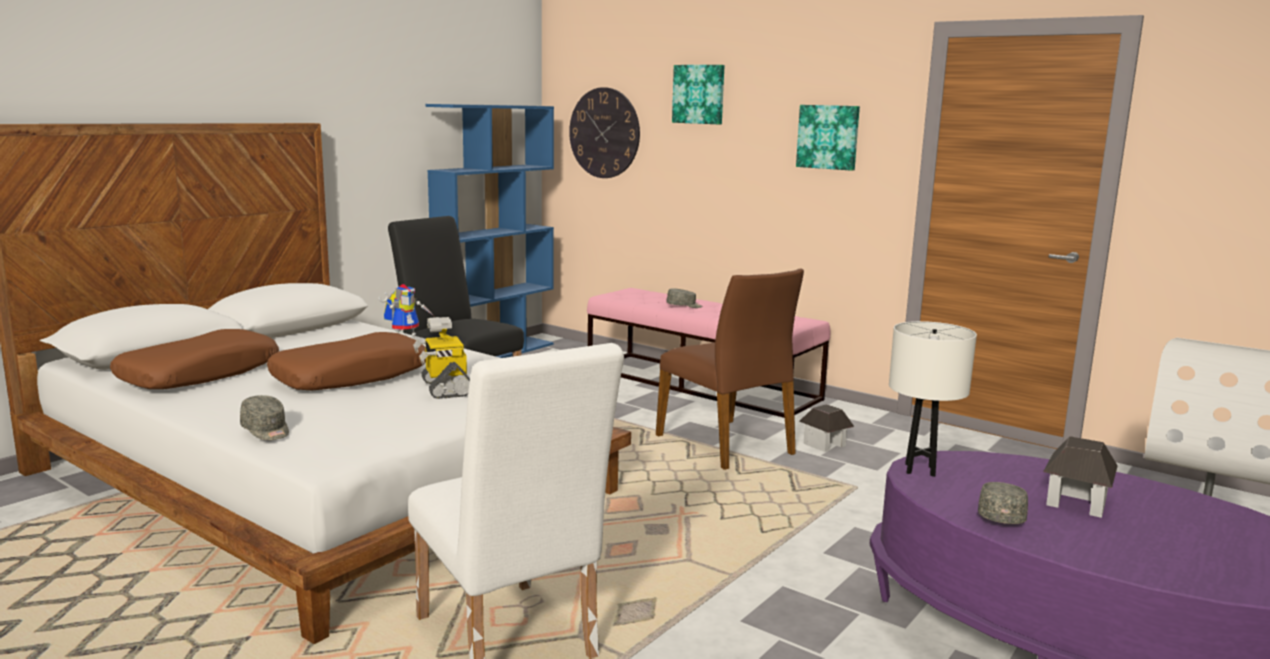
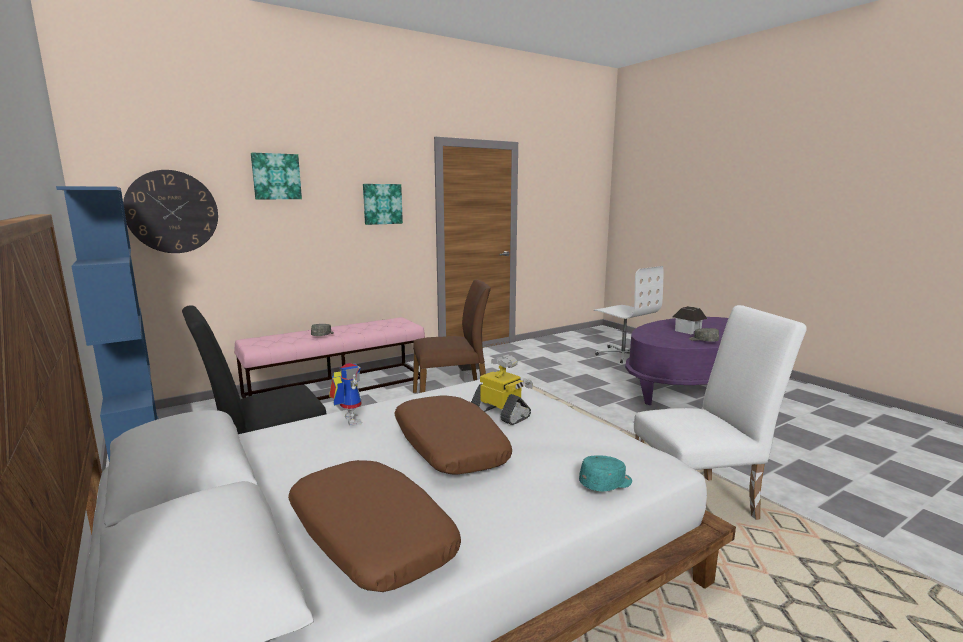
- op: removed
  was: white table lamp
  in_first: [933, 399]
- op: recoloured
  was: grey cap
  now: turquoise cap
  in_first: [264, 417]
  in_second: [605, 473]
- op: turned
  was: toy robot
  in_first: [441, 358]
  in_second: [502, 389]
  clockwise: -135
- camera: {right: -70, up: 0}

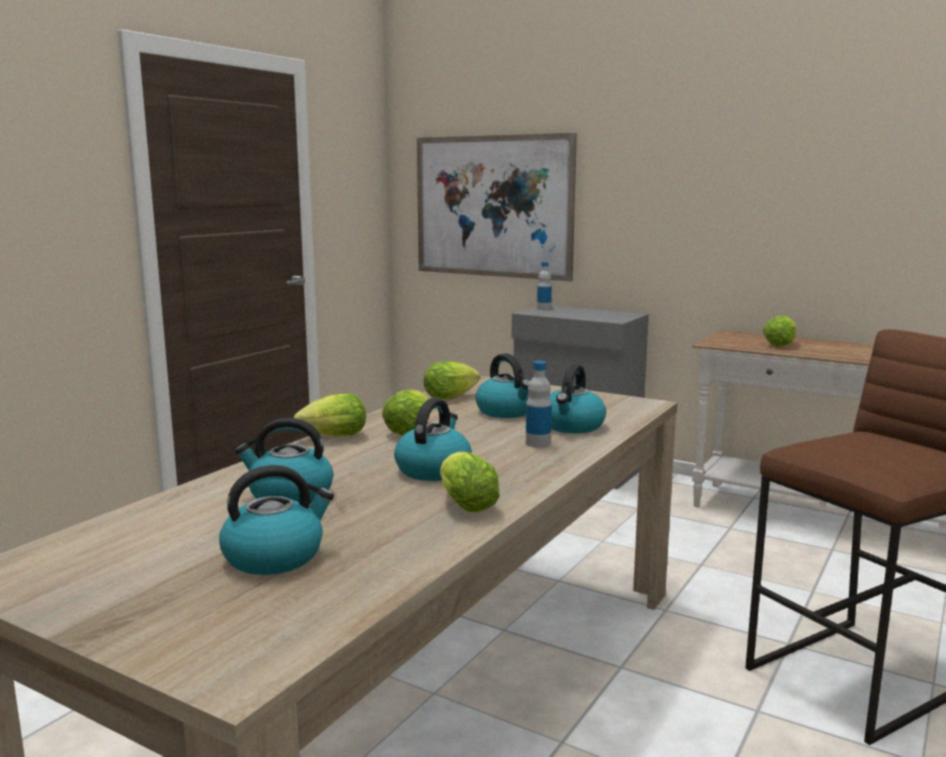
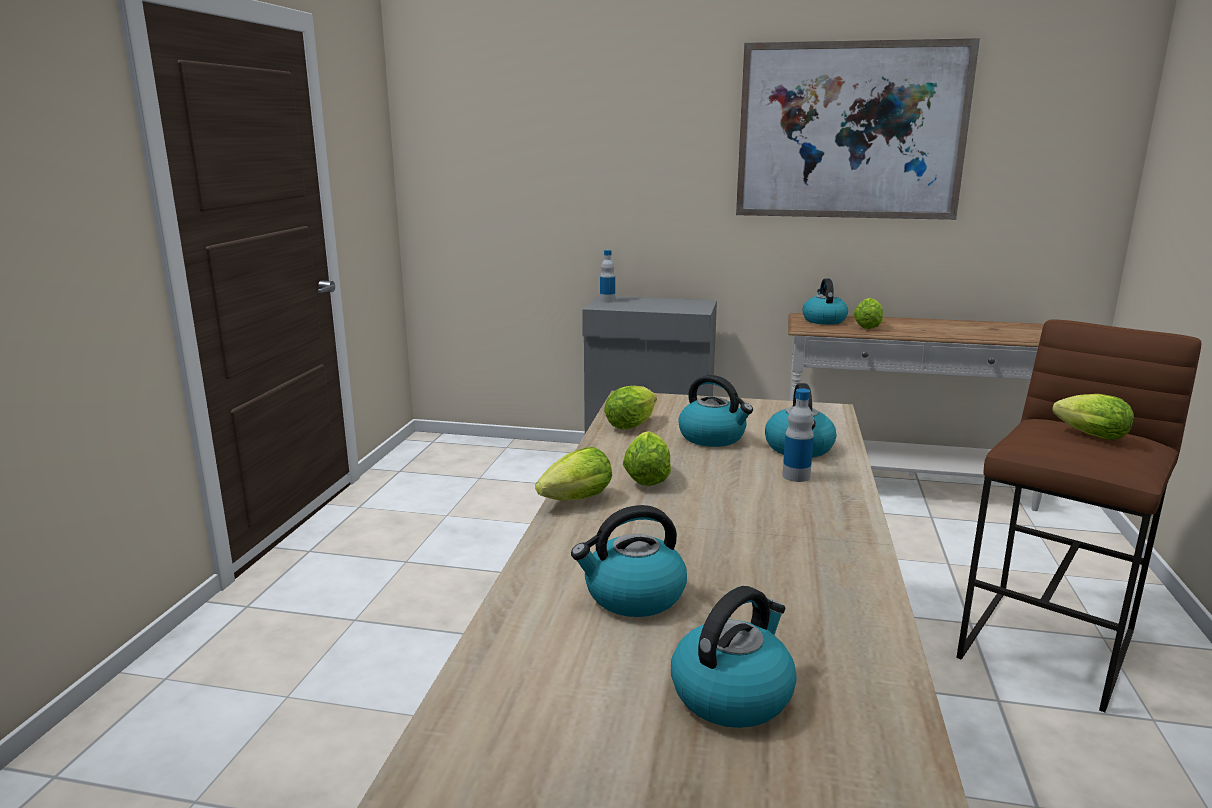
- op: moved
  was: kettle
  in_first: [433, 439]
  in_second: [825, 301]
- op: moved
  was: picture
  in_first: [497, 207]
  in_second: [858, 129]
- op: moved
  was: lettuce
  in_first: [470, 482]
  in_second: [1093, 417]
- camera: {right: -20, up: 5}

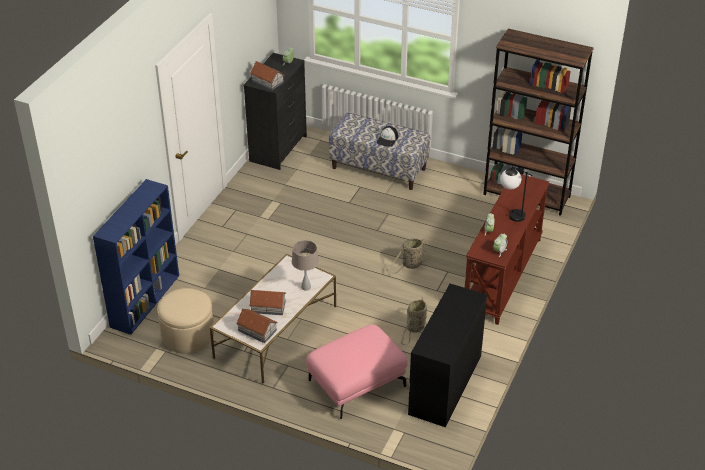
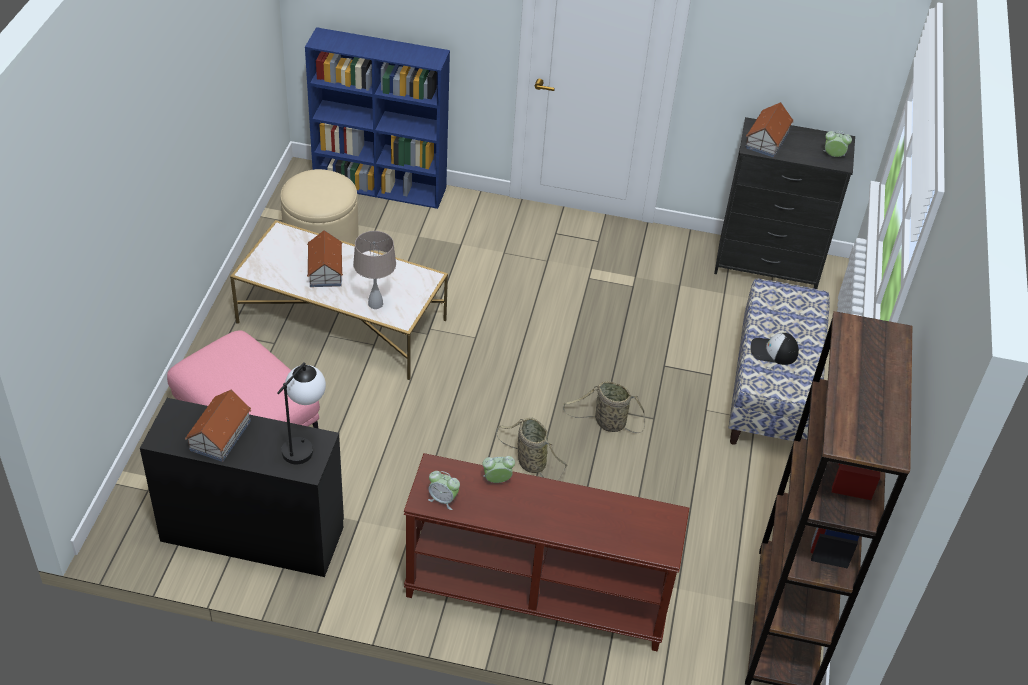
- op: moved
  was: toy house
  in_first: [257, 326]
  in_second: [218, 426]
- op: moved
  was: basket
  in_first: [414, 321]
  in_second: [604, 407]
- op: moved
  was: table lamp
  in_first: [516, 194]
  in_second: [301, 413]
- camera: {right: 75, up: 5}

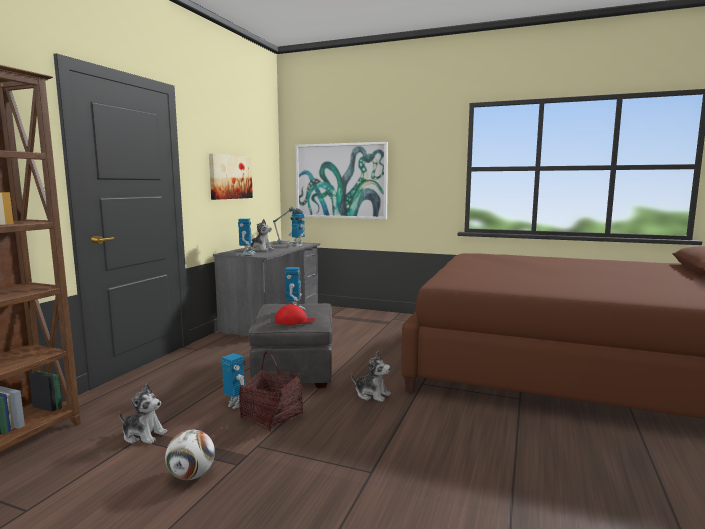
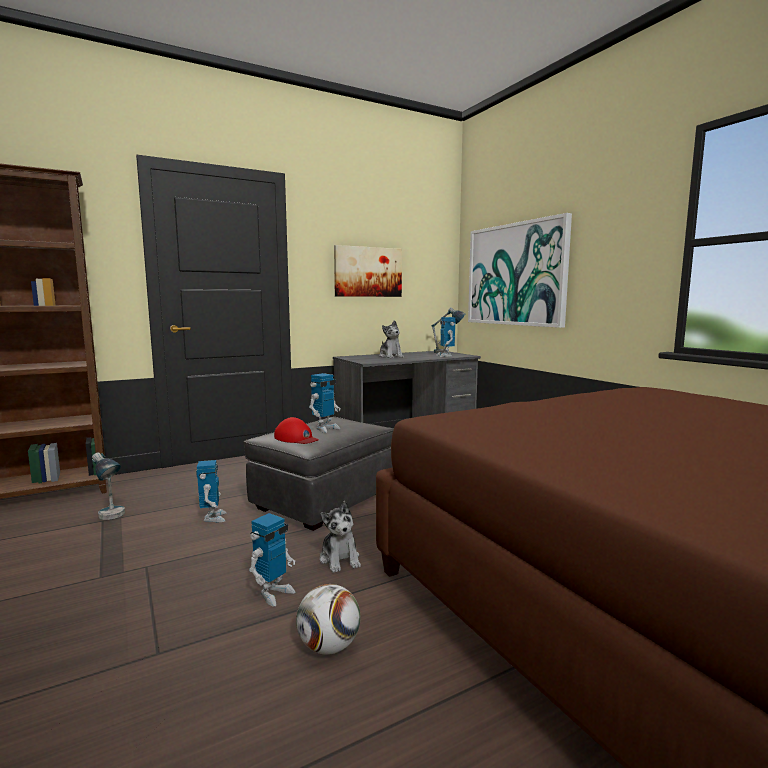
- op: removed
  was: basket
  in_first: [271, 392]
- op: moved
  was: football
  in_first: [190, 455]
  in_second: [328, 619]
- op: moved
  was: toy robot
  in_first: [246, 236]
  in_second: [272, 559]
- op: replaced
  was: plush toy
  now: table lamp
  in_first: [143, 413]
  in_second: [108, 486]
- camera: {right: 40, up: 0}

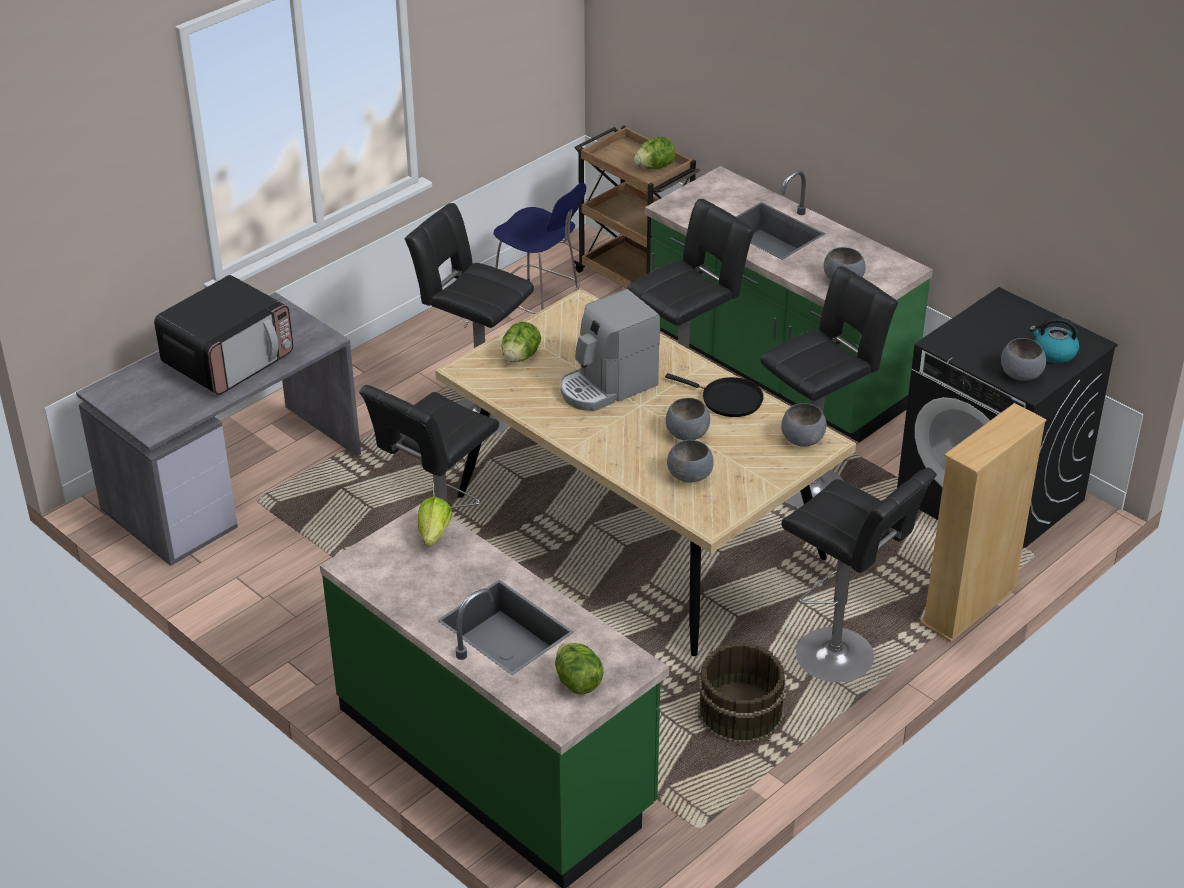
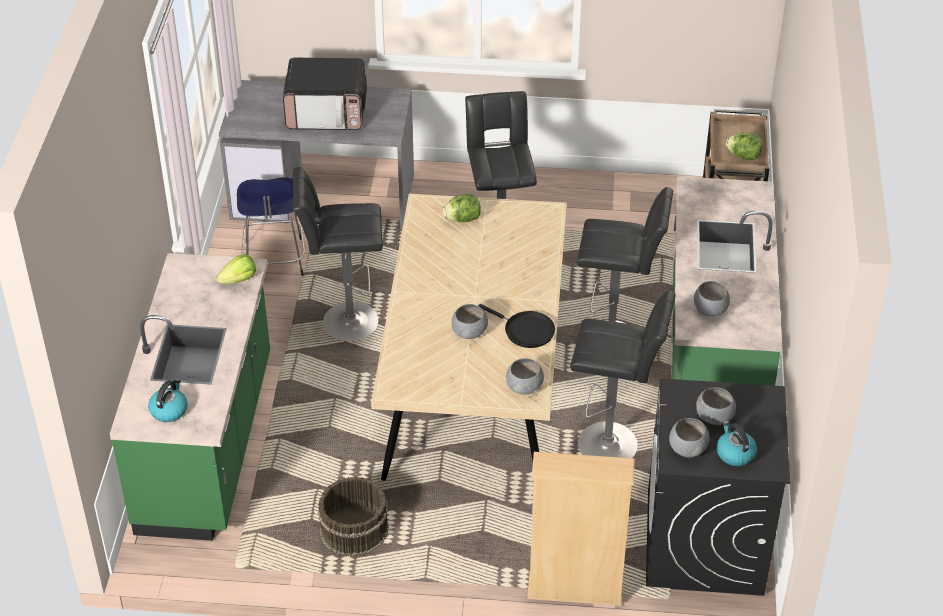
- op: removed
  was: coffee machine
  in_first: [610, 350]
- op: removed
  was: black stool
  in_first: [859, 575]
- op: moved
  was: blue stool
  in_first: [539, 248]
  in_second: [271, 226]
- op: moved
  was: grey bowl
  in_first: [690, 461]
  in_second: [716, 406]
- op: replaced
  was: lettuce
  now: kettle
  in_first: [579, 668]
  in_second: [168, 400]
- op: turned
  was: black frying pan
  in_first: [714, 395]
  in_second: [516, 326]
  clockwise: -45
- camera: {right: 50, up: 5}

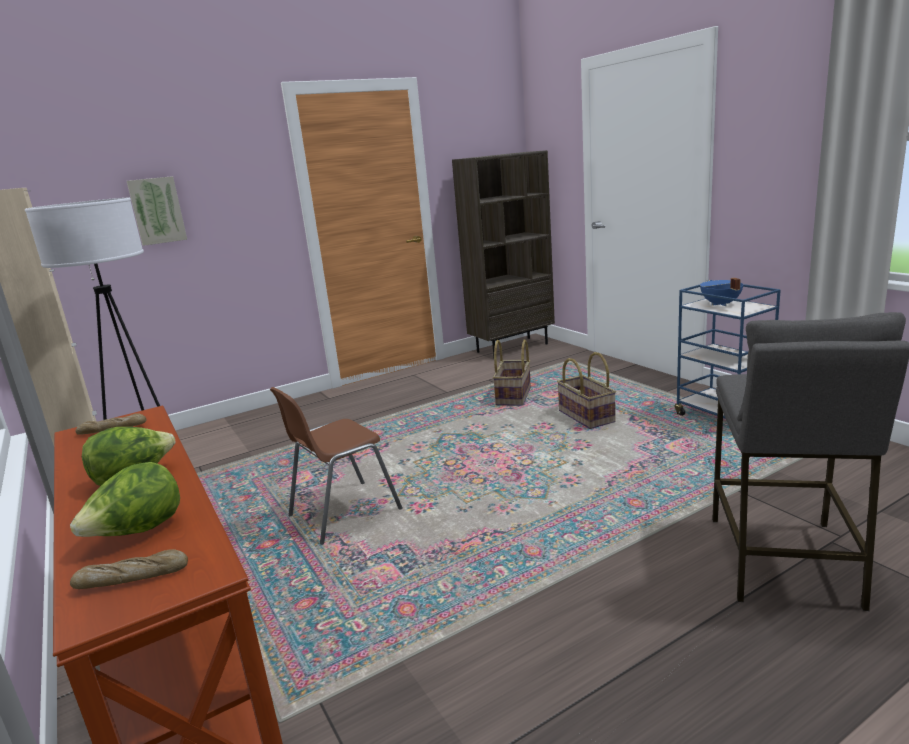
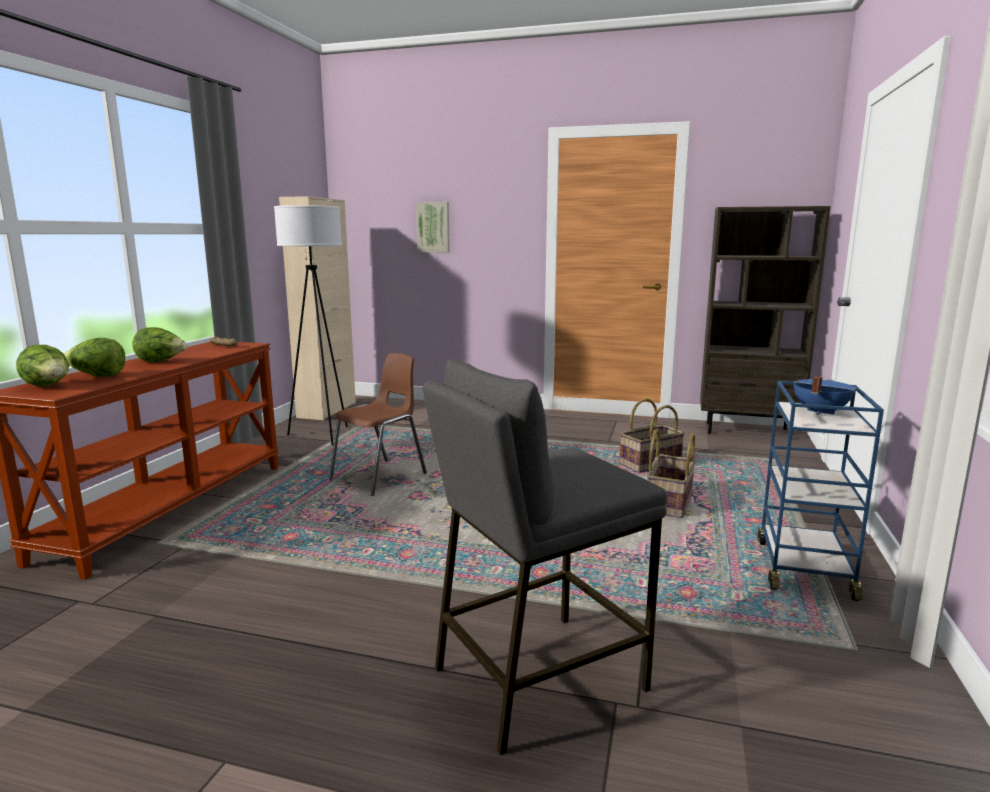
- op: replaced
  was: bread
  now: lettuce
  in_first: [129, 569]
  in_second: [42, 365]
- op: turned
  was: brown chair
  in_first: [336, 466]
  in_second: [378, 424]
  clockwise: 120
- camera: {right: 45, up: -5}

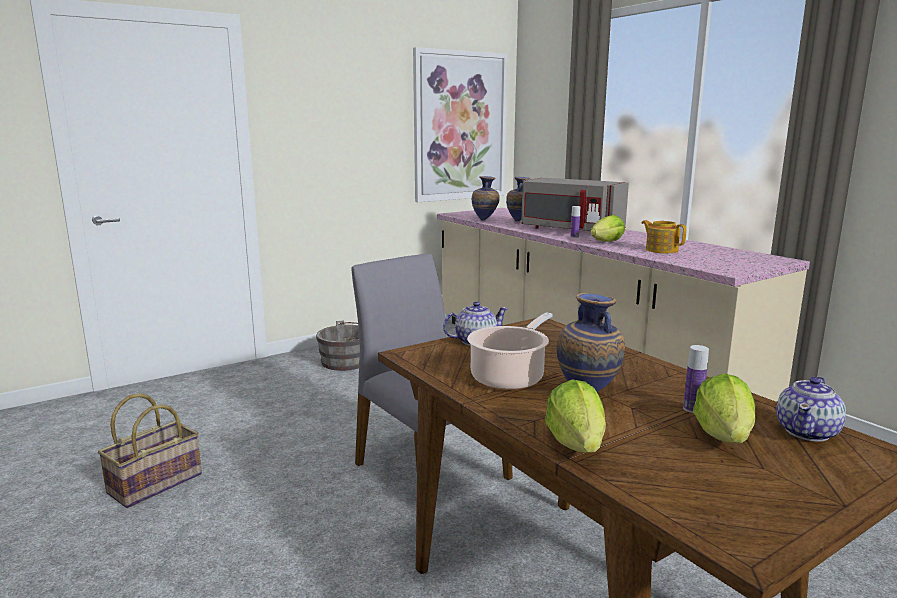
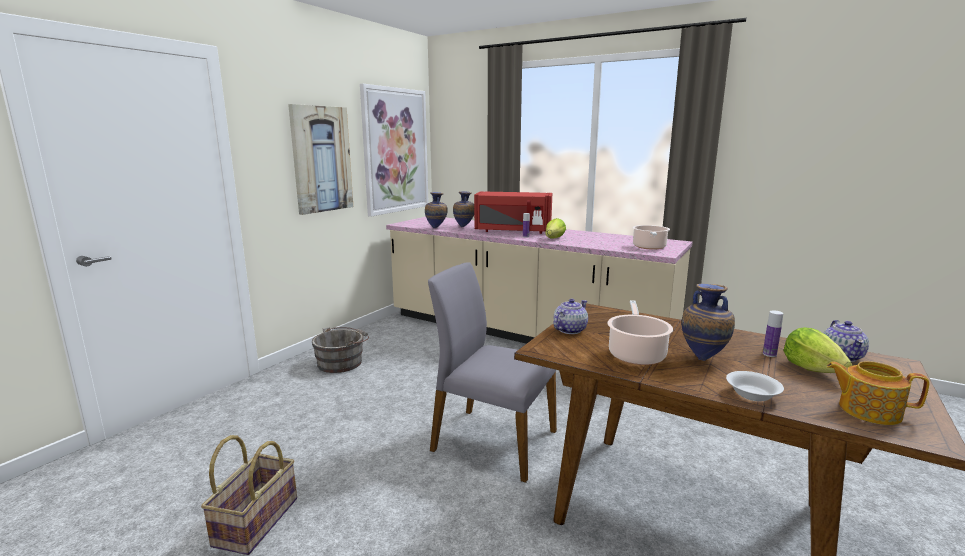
- op: added
  now: picture
  in_second: [320, 159]
- op: added
  now: cooking pot
  in_second: [651, 237]
- op: moved
  was: teapot
  in_first: [664, 236]
  in_second: [878, 393]
- op: replaced
  was: lettuce
  now: white bowl
  in_first: [575, 416]
  in_second: [755, 386]
- op: recoloured
  was: grey microwave
  now: red microwave
  in_first: [575, 204]
  in_second: [513, 213]
- camera: {right: -25, up: 0}

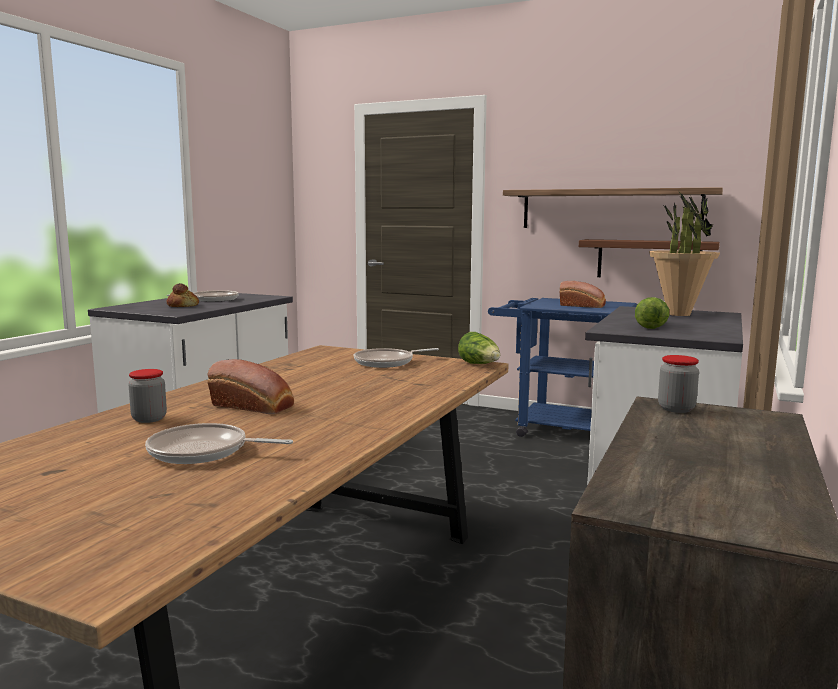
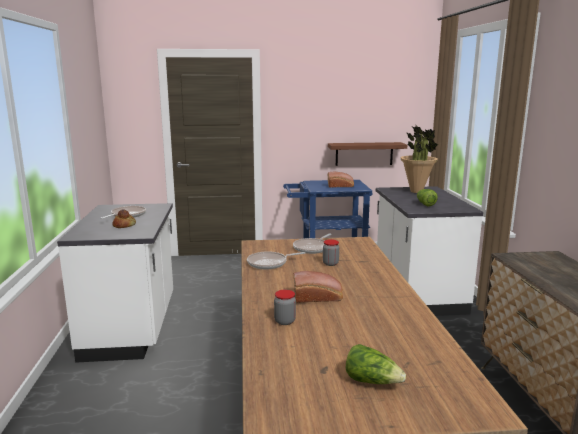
- op: removed
  was: shelf
  in_first: [613, 208]
- op: moved
  was: frying pan
  in_first: [219, 443]
  in_second: [276, 260]
- op: moved
  was: lettuce
  in_first: [479, 348]
  in_second: [376, 364]
- op: moved
  was: jar
  in_first: [678, 384]
  in_second: [331, 252]
- camera: {right: -30, up: 5}

